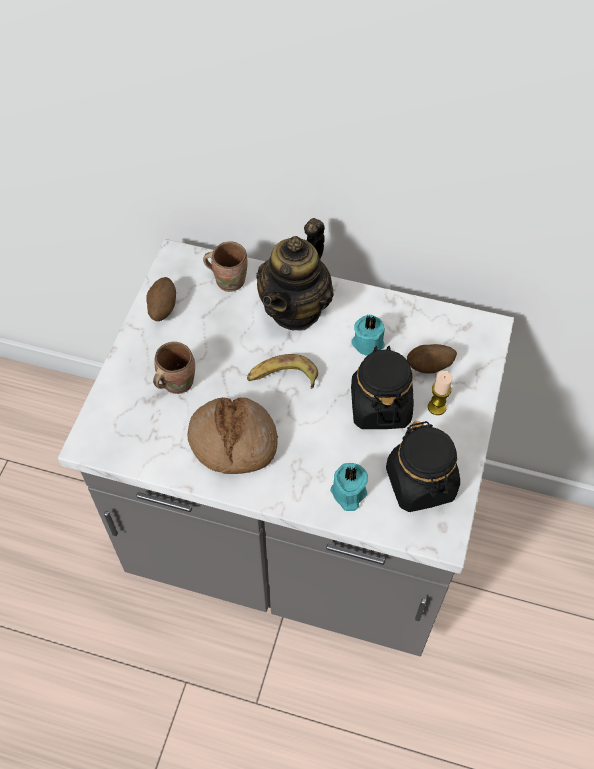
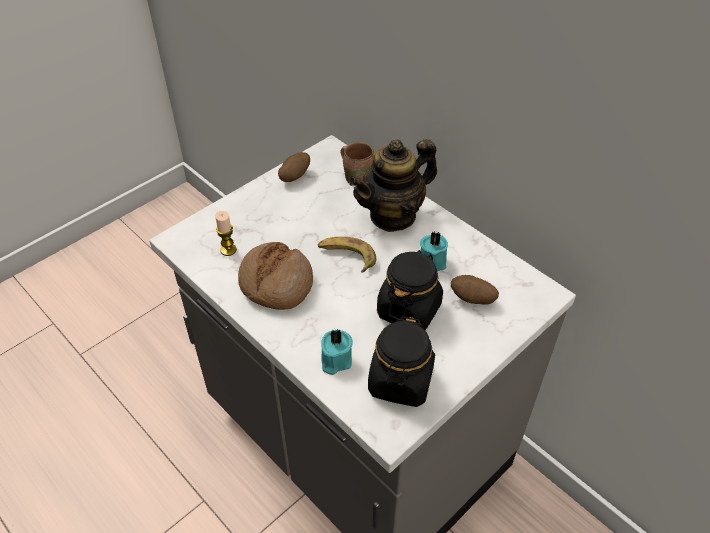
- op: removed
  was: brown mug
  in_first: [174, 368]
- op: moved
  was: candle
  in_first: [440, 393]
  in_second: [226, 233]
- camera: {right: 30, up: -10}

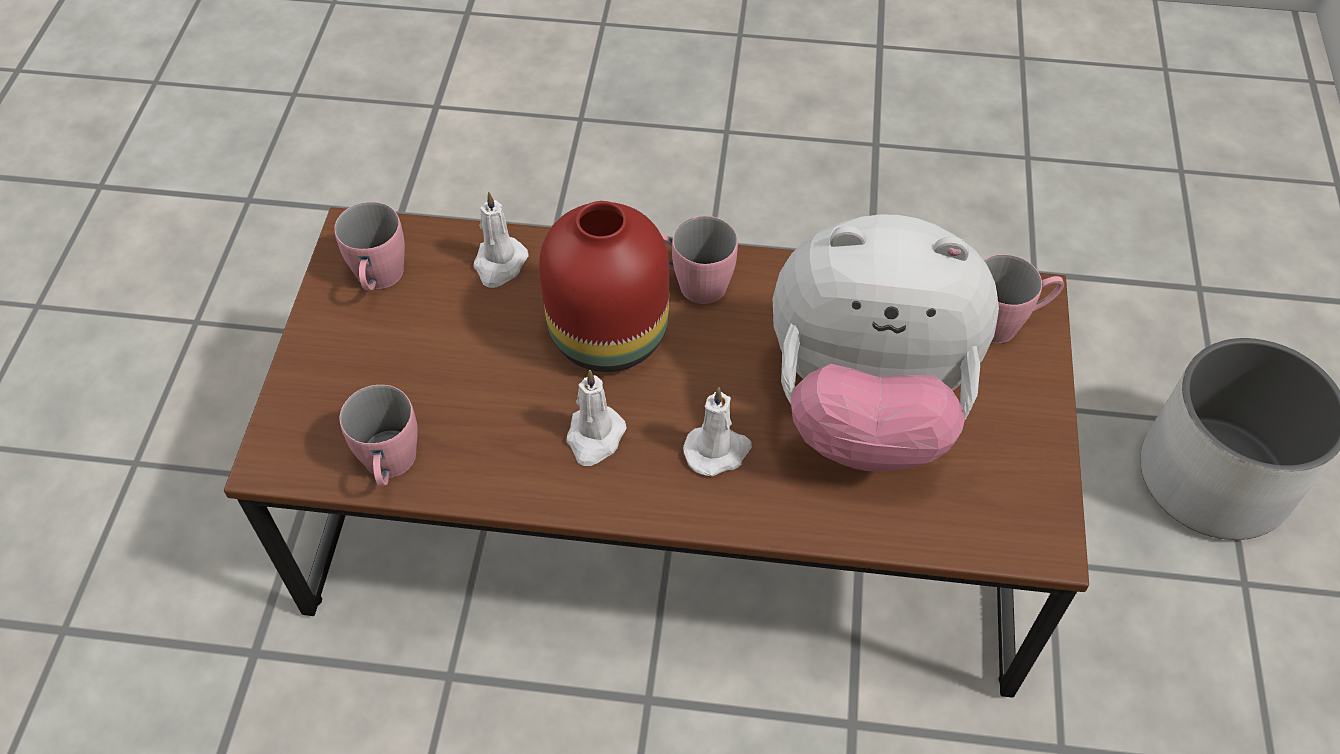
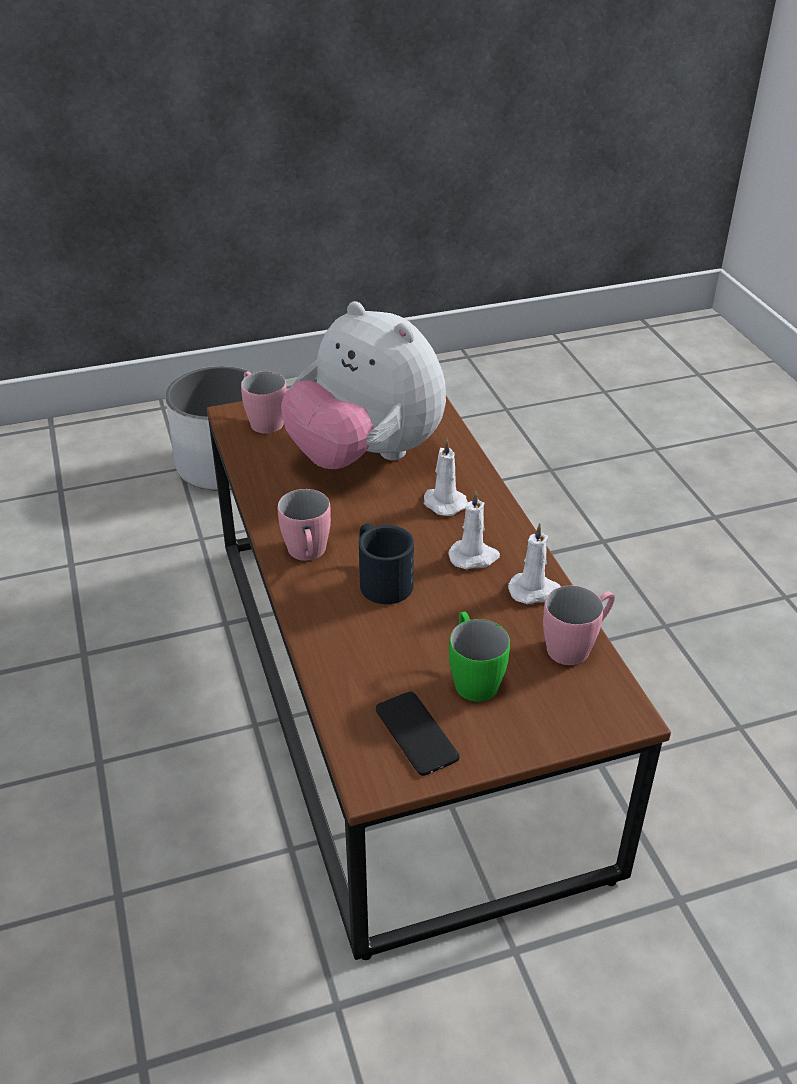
- op: added
  now: green mug
  in_second: [479, 657]
- op: moved
  was: white candle
  in_first: [501, 239]
  in_second: [534, 563]
- op: replaced
  was: pink mug
  now: phone
  in_first: [369, 246]
  in_second: [418, 733]
- op: replaced
  was: red vase
  now: black mug
  in_first: [604, 286]
  in_second: [386, 563]
- op: turned
  was: plush toy
  in_first: [886, 343]
  in_second: [363, 385]
  clockwise: 150
- camera: {right: -115, up: -15}

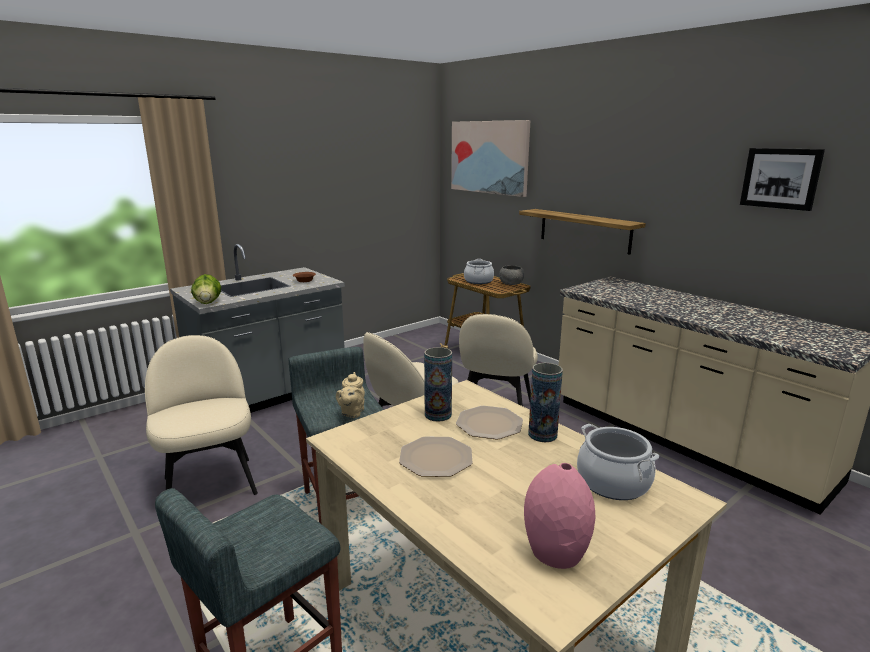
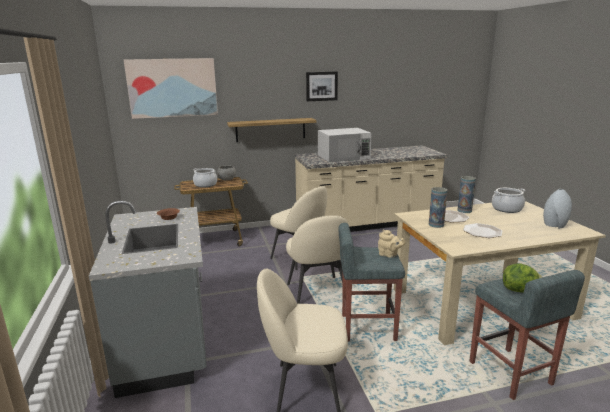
- op: added
  now: white microwave
  in_second: [344, 145]
- op: moved
  was: lettuce
  in_first: [206, 289]
  in_second: [523, 278]
- op: moved
  was: picture
  in_first: [782, 179]
  in_second: [322, 86]
- op: recoloured
  was: pink vase
  now: grey vase
  in_first: [559, 516]
  in_second: [557, 208]
- camera: {right: -65, up: 0}

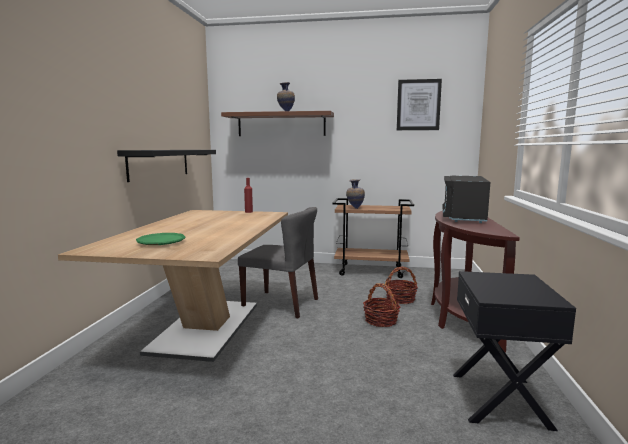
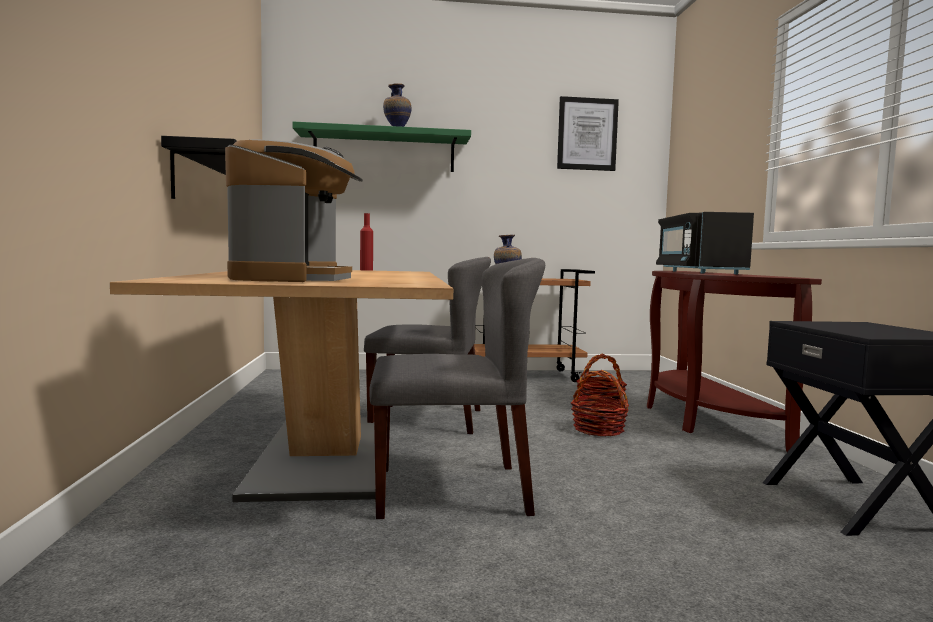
- op: added
  now: grey chair
  in_second: [457, 388]
- op: replaced
  was: green plate
  now: coffee machine
  in_first: [161, 239]
  in_second: [294, 210]
- op: recoloured
  was: brown shelf
  now: green shelf
  in_first: [277, 123]
  in_second: [382, 147]
- camera: {right: -15, up: -5}

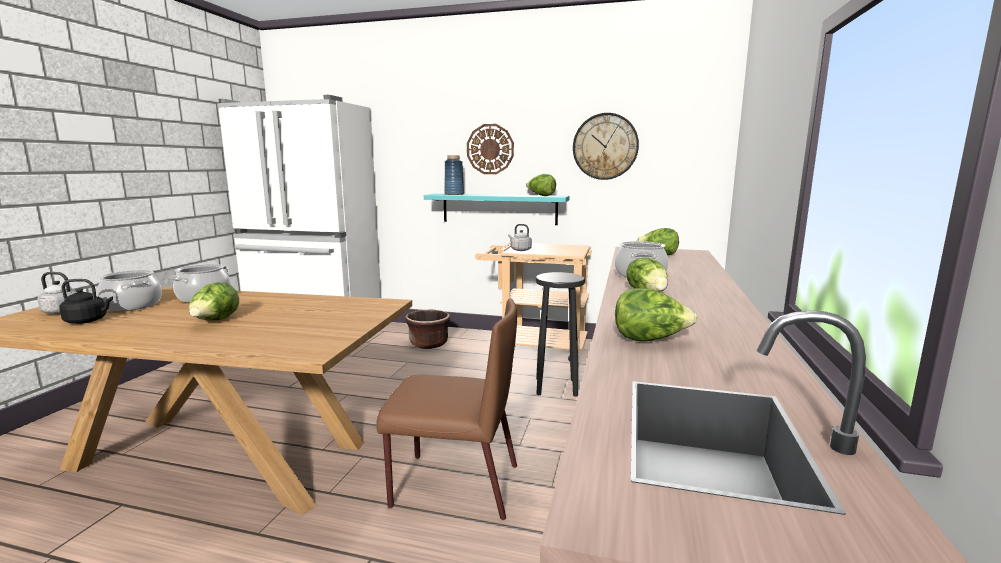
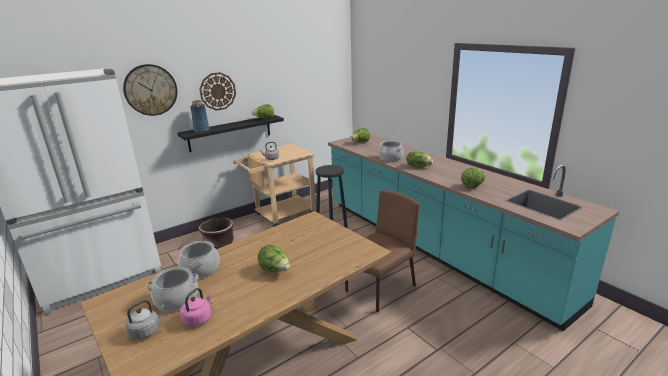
- op: moved
  was: wall clock
  in_first: [606, 146]
  in_second: [150, 90]
- op: recoloured
  was: black kettle
  now: pink kettle
  in_first: [86, 301]
  in_second: [196, 307]
- op: recoloured
  was: turquoise shelf
  now: black shelf
  in_first: [496, 209]
  in_second: [231, 133]
- camera: {right: -50, up: 10}

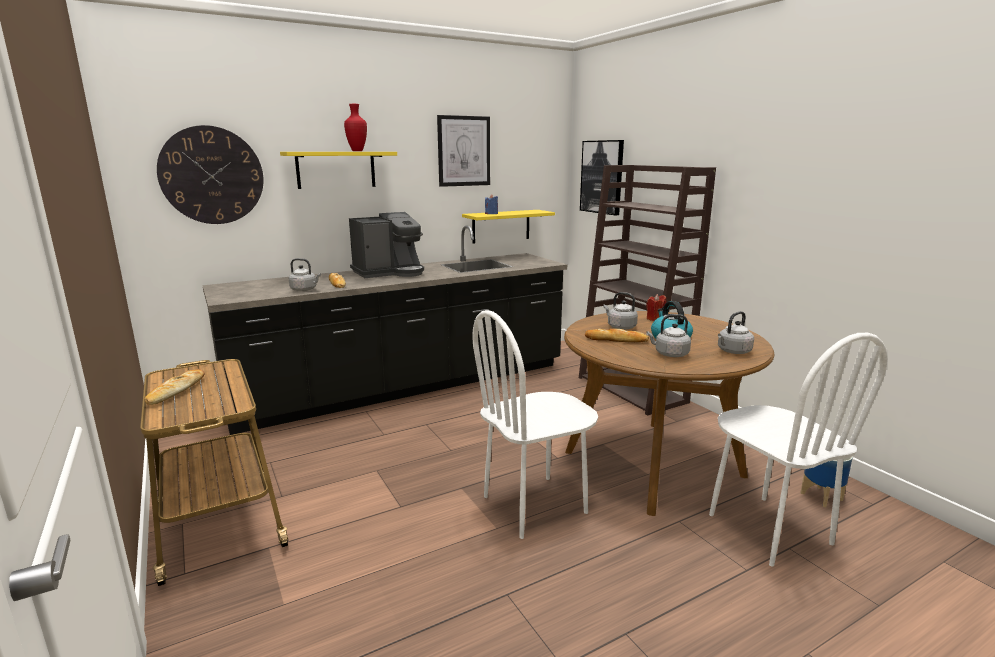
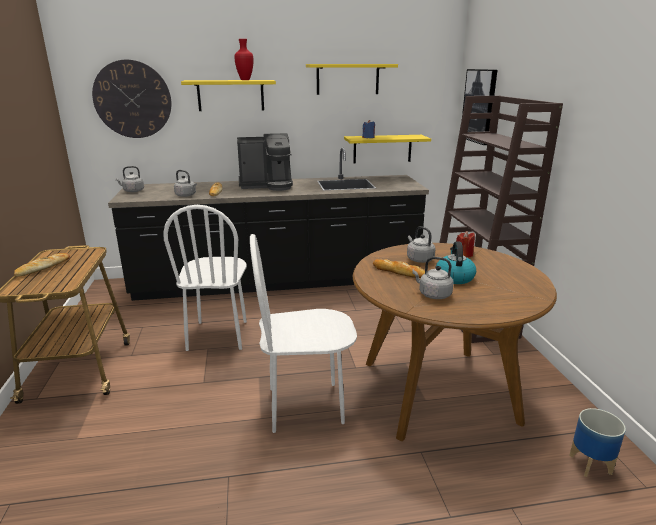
- op: moved
  was: white chair
  in_first: [798, 450]
  in_second: [205, 278]
- op: moved
  was: grey kettle
  in_first: [736, 332]
  in_second: [129, 179]
- op: replaced
  was: picture
  now: yellow shelf
  in_first: [463, 151]
  in_second: [352, 79]
- camera: {right: 20, up: 5}

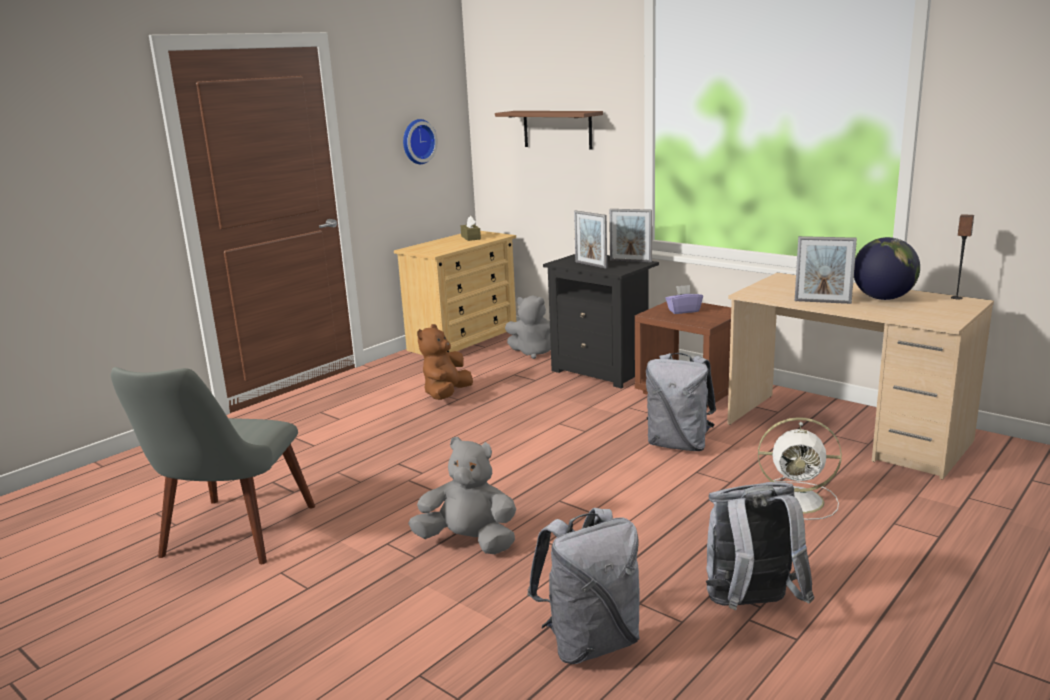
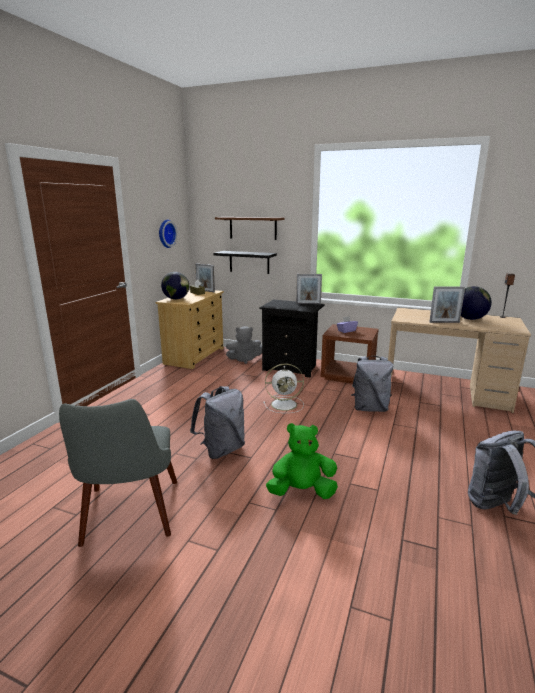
- op: removed
  was: brown plush toy
  in_first: [445, 362]
- op: added
  now: globe
  in_second: [175, 286]
- op: added
  now: black shelf
  in_second: [245, 262]
- op: moved
  was: grey backpack
  in_first: [583, 586]
  in_second: [217, 422]
- op: moved
  was: picture frame
  in_first: [590, 239]
  in_second: [205, 278]
- op: moved
  was: white fan
  in_first: [800, 468]
  in_second: [283, 388]
- op: recoloured
  was: grey plush toy
  now: green plush toy
  in_first: [462, 495]
  in_second: [302, 461]
- camera: {right: -20, up: 0}

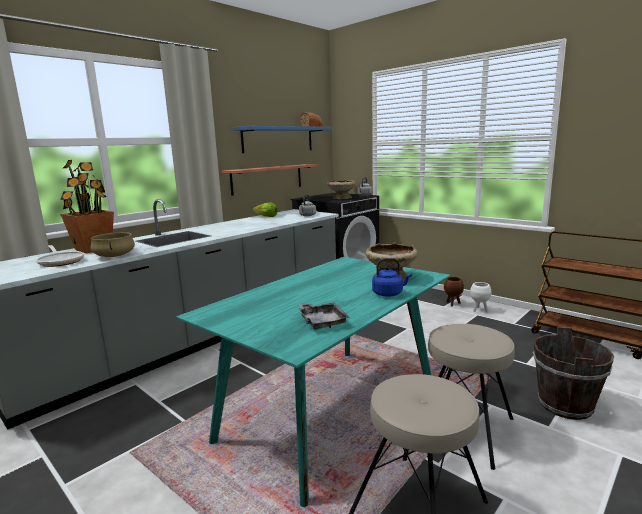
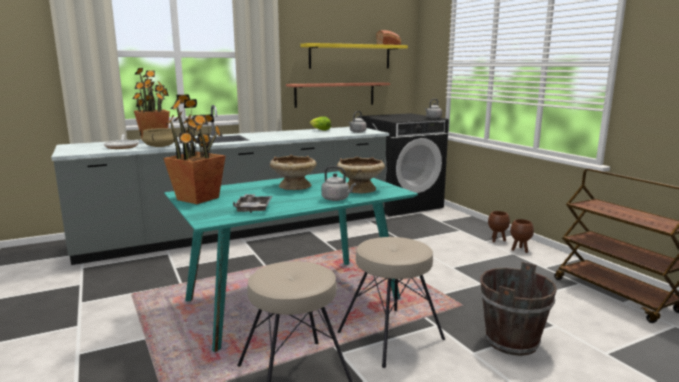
- op: added
  now: potted plant
  in_second: [194, 149]
- op: moved
  was: beige bowl
  in_first: [341, 189]
  in_second: [293, 172]
- op: recoloured
  was: blue shelf
  now: yellow shelf
  in_first: [281, 139]
  in_second: [354, 56]
- op: recoloured
  was: blue kettle
  now: grey kettle
  in_first: [392, 277]
  in_second: [338, 183]
- op: recoloured
  was: white planter
  now: brown planter
  in_first: [480, 297]
  in_second: [522, 236]
- camera: {right: 20, up: 0}

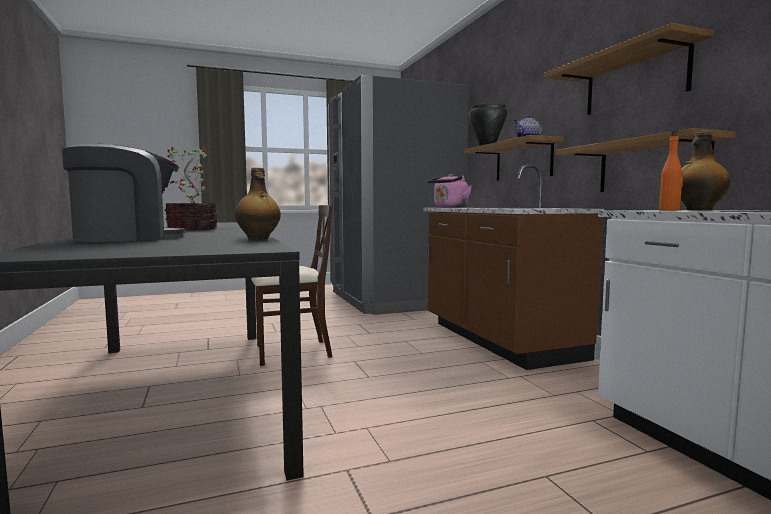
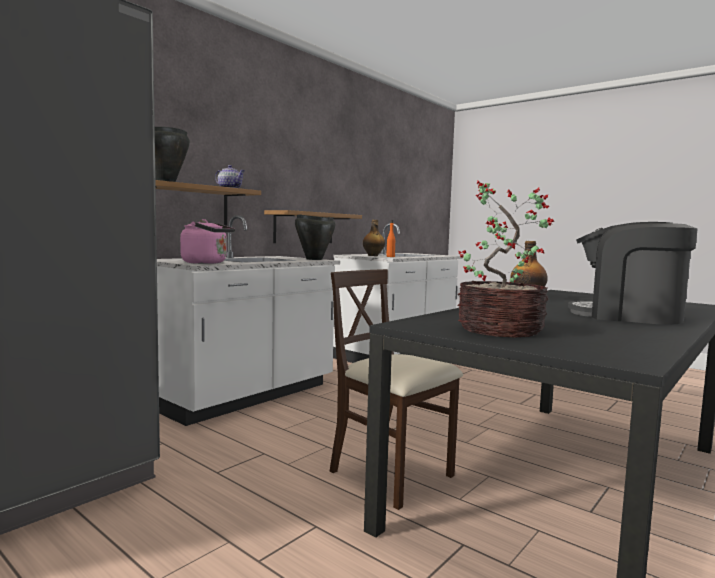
- op: removed
  was: shelf
  in_first: [629, 69]
- op: added
  now: black cooking pot
  in_second: [315, 237]
- op: recoloured
  was: brown counter
  now: white counter
  in_first: [513, 267]
  in_second: [248, 320]
- camera: {right: -120, up: 0}

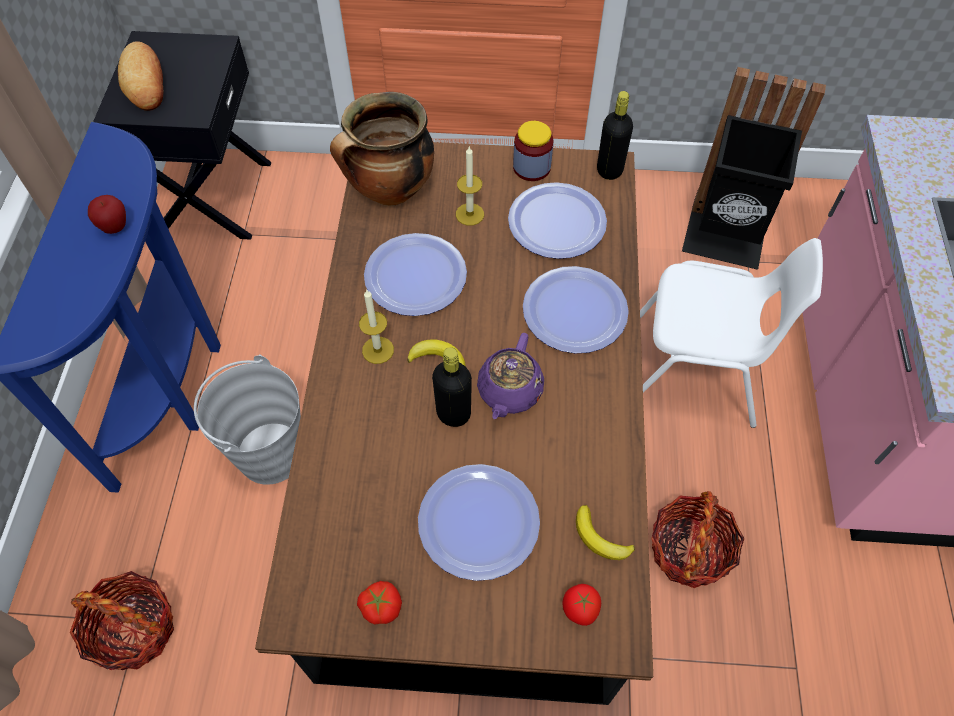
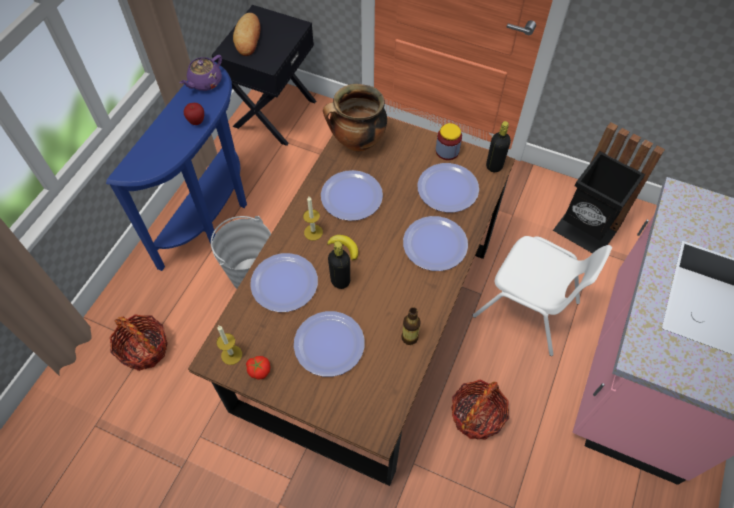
- op: removed
  was: tomato
  in_first: [582, 605]
- op: removed
  was: banana
  in_first: [605, 532]
- op: added
  now: plate
  in_second: [284, 282]
- op: added
  now: bottle
  in_second: [410, 326]
- op: moved
  was: candle
  in_first: [470, 186]
  in_second: [229, 345]
- op: moved
  was: purple teapot
  in_first: [510, 376]
  in_second: [200, 73]
- camera: {right: 20, up: 0}

